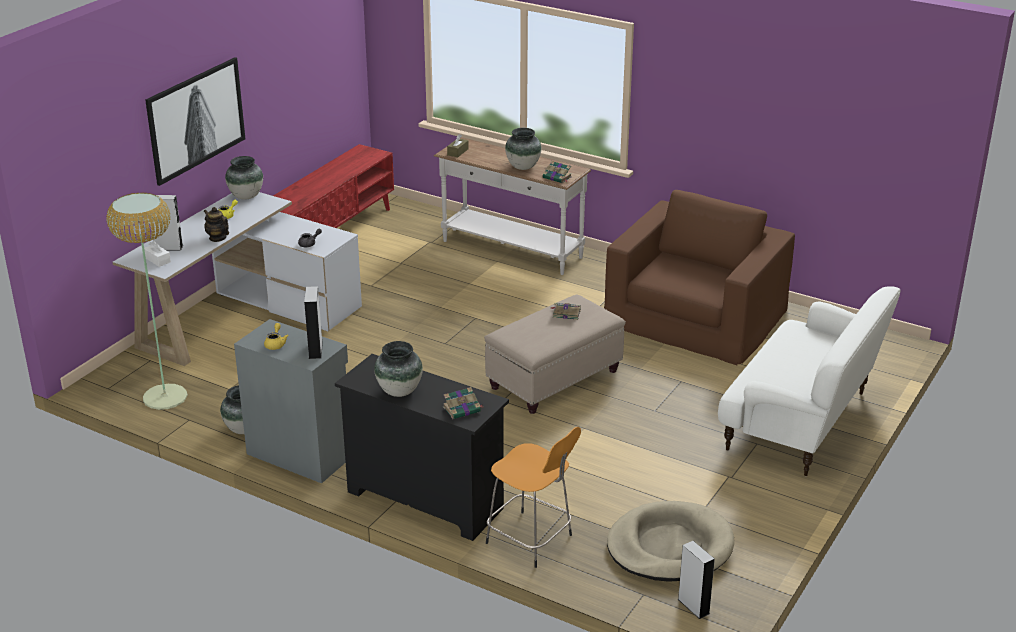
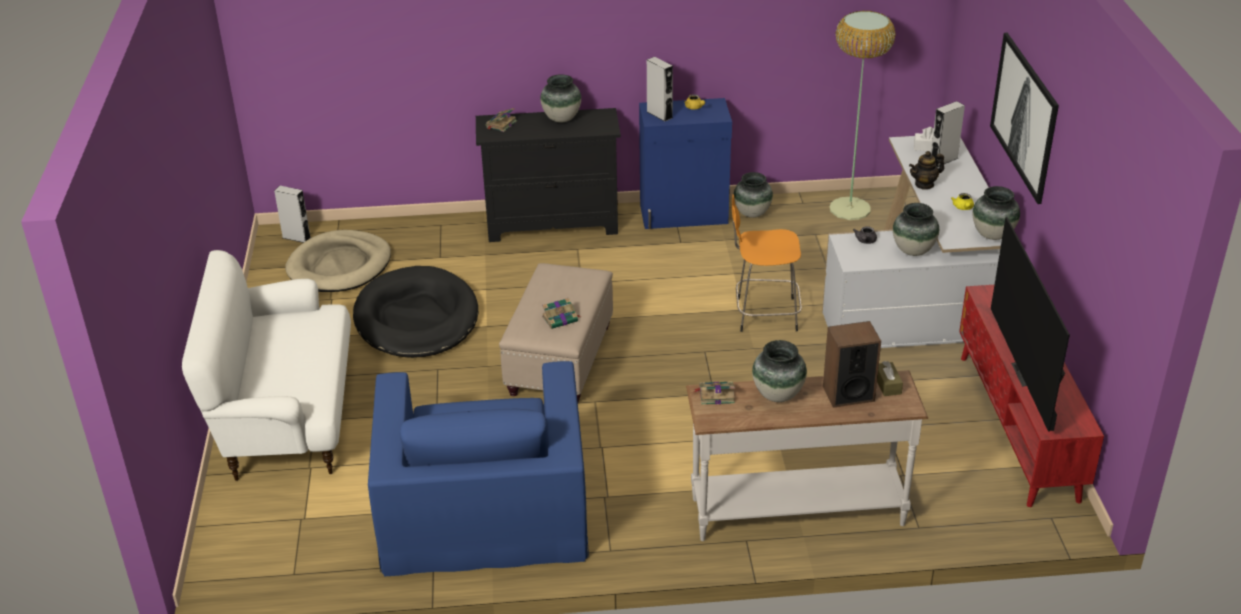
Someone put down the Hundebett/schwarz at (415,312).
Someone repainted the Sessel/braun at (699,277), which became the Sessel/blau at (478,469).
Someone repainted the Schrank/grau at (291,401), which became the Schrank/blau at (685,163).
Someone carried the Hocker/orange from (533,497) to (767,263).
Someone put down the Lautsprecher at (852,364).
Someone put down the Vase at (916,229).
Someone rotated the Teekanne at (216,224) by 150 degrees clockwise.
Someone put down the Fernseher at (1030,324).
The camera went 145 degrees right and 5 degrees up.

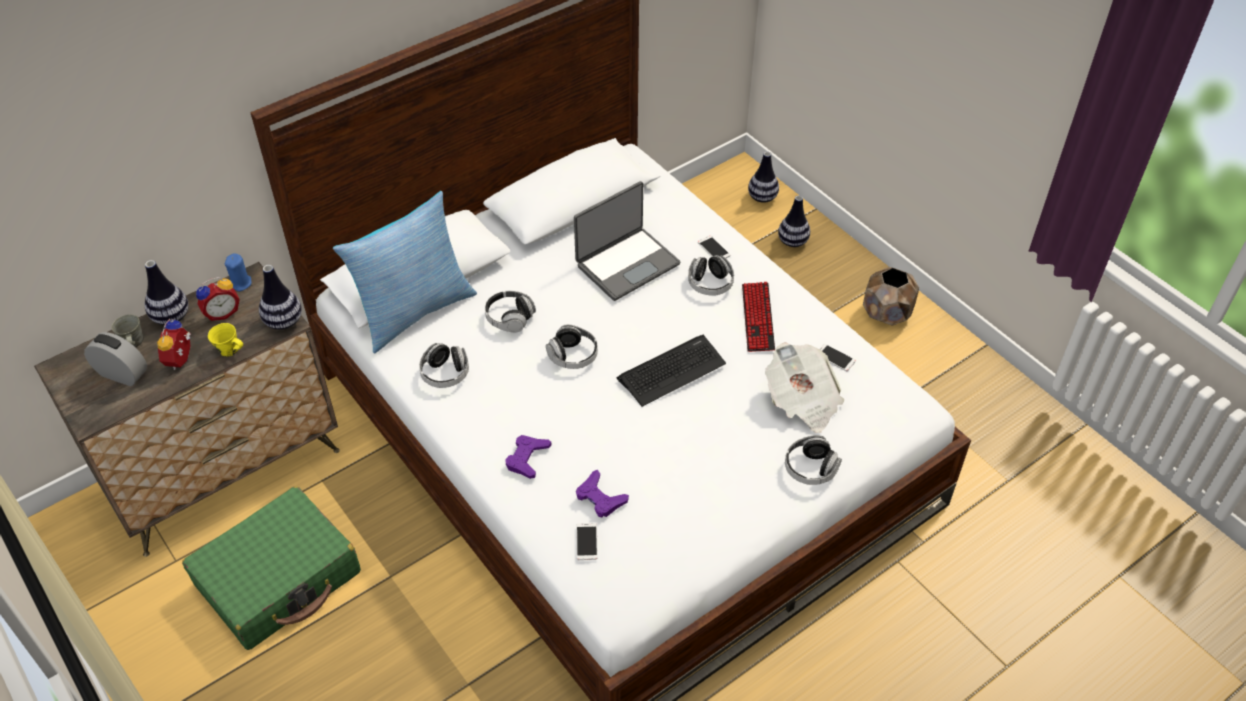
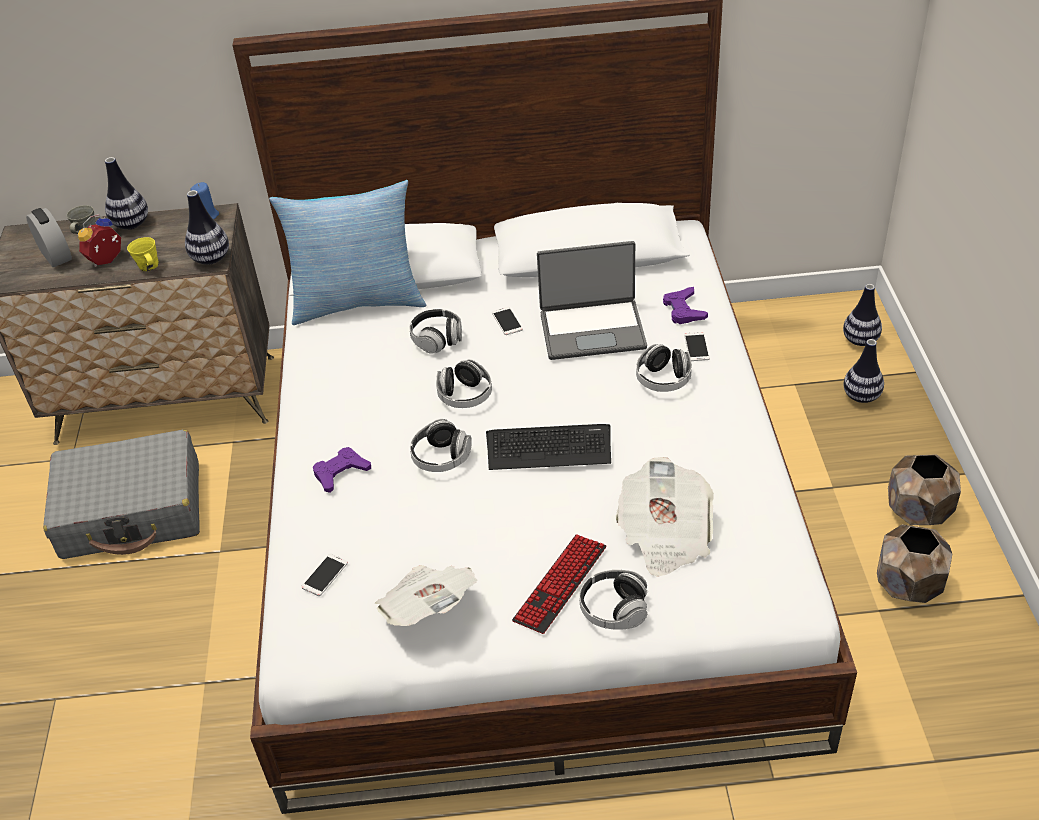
Someone repainted the Koffer/grün at (271,568), which became the Koffer/grau at (121,494).
Someone put down the Zeitung at (426,595).
Someone carried the Kopfhörer from (444,365) to (441,445).
Someone carried the Handy from (837,357) to (507,321).
Someone carried the Tastatur from (758,317) to (559,584).
Someone carried the Gamepad/lila from (602,494) to (685,305).
Someone put down the Pflanzkübel/braun at (914,564).
Someone took away the Wecker at (218,299).
The camera went 35 degrees right and 5 degrees down.

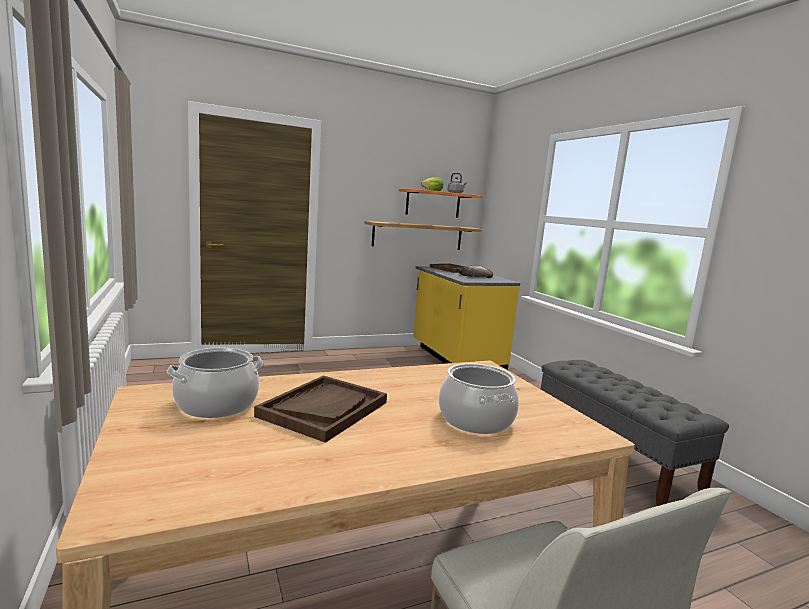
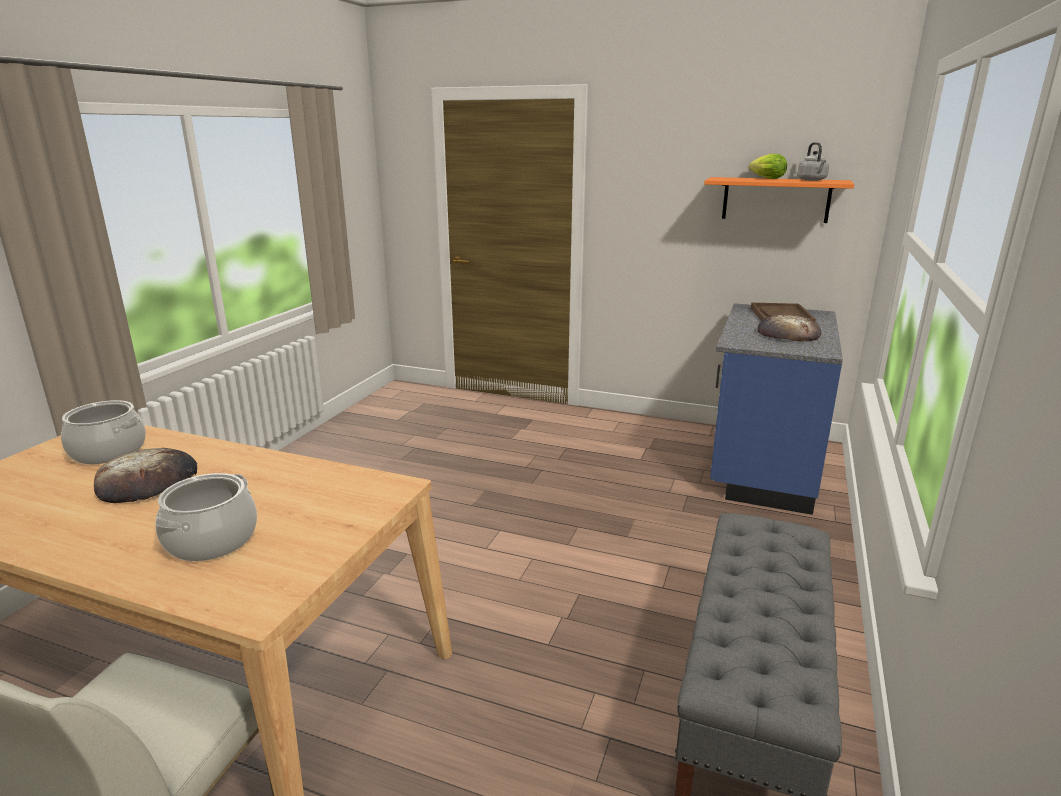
Someone swapped the Tablett/braun at (320,409) for the Brot at (145,475).
Someone repainted the Küchenzeile/gelb at (466,318), which became the Küchenzeile/blau at (776,409).
Someone took away the Wandregal at (423,235).
The camera went 45 degrees right and 10 degrees up.

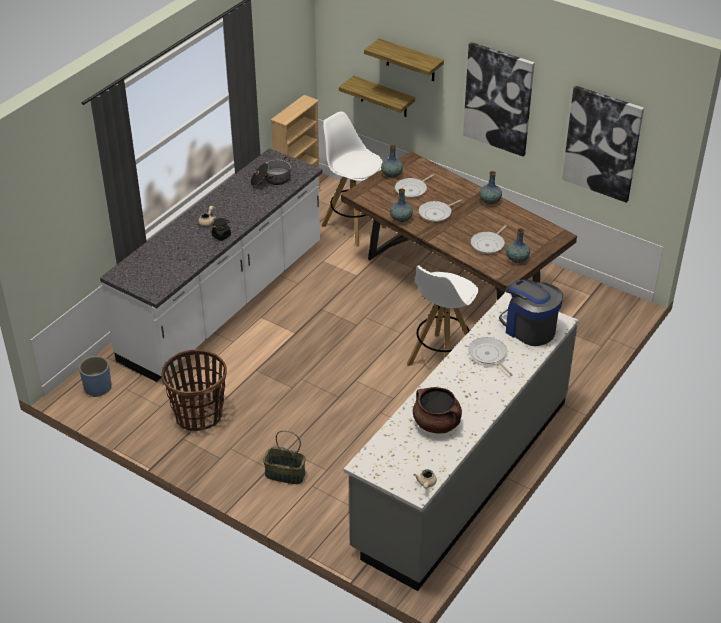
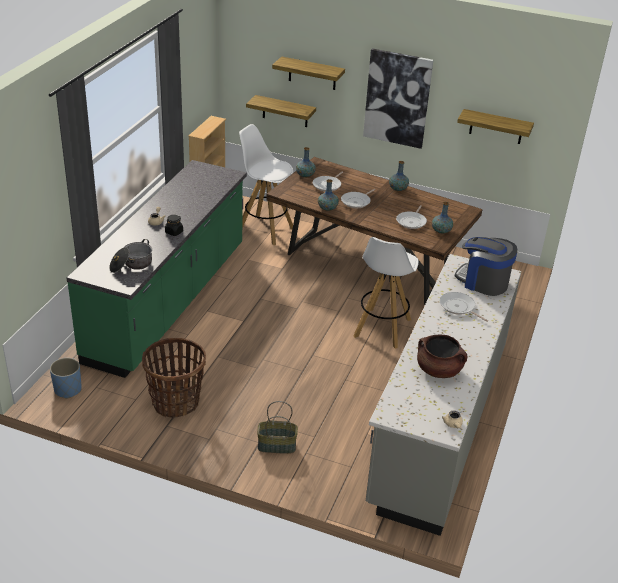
Someone repainted the Küchenzeile/weiß at (211,265), which became the Küchenzeile/grün at (157,269).
Someone carried the Kochtopf from (270,171) to (130,256).
Someone swapped the Bild at (603,144) for the Wandregal at (495,126).
The camera went 15 degrees left and 5 degrees down.

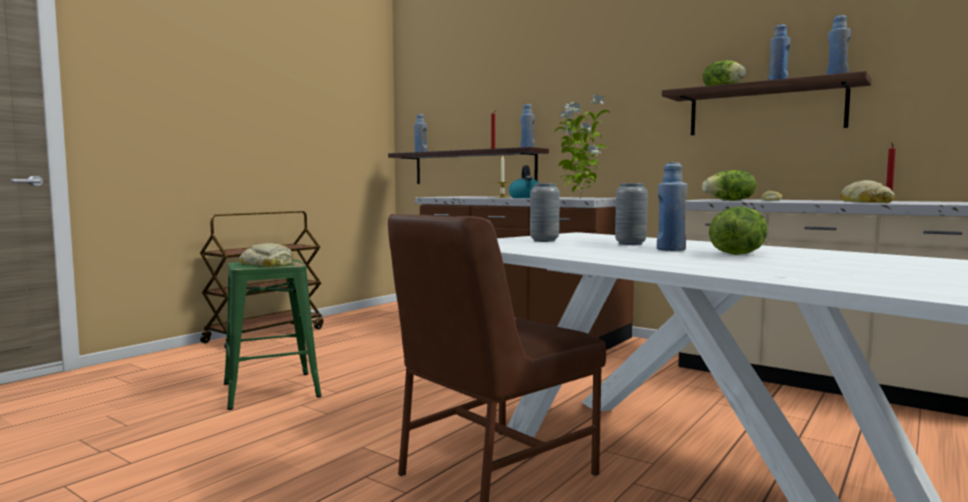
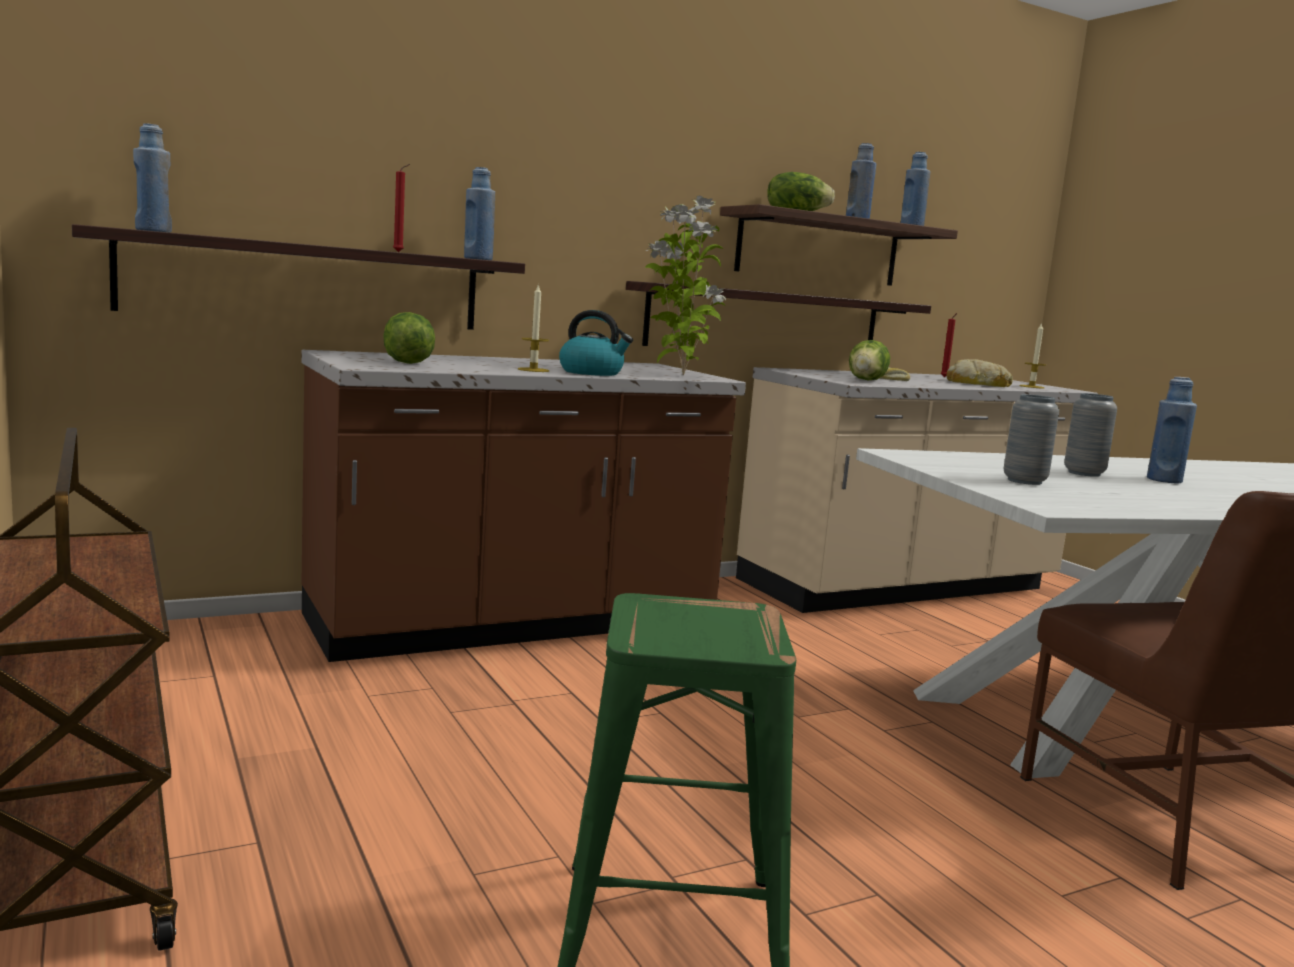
Someone carried the Salatkopf from (738,230) to (409,338).
Someone put up the Wandregal at (778,313).
Someone put down the Kerze at (1032,355).
Someone took away the Brot at (267,255).
The camera went 65 degrees left and 5 degrees up.

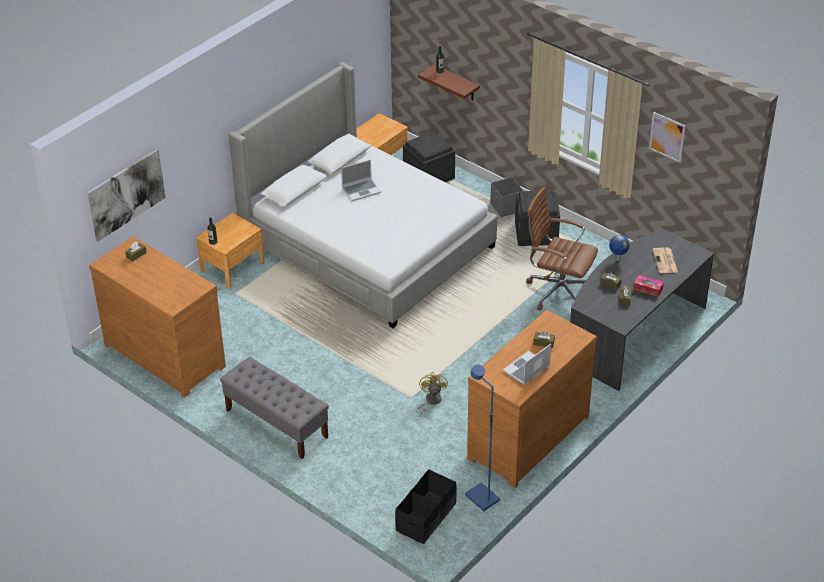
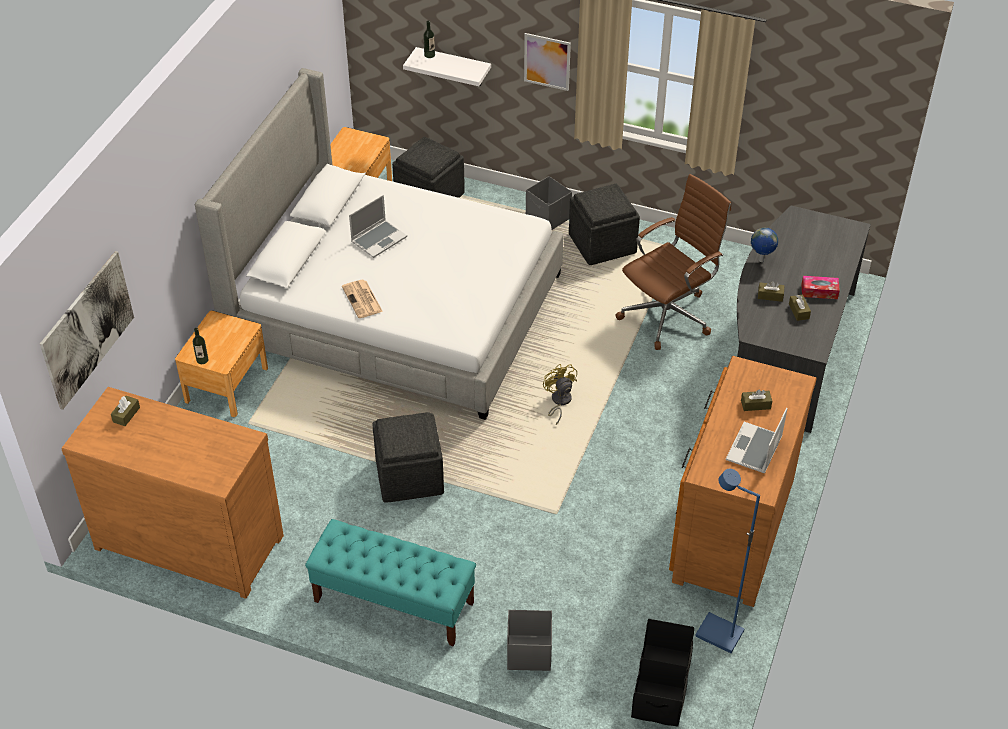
Someone repainted the Bank/grau at (274,408), which became the Bank/türkis at (390,583).
Someone carried the Zeitung from (665,260) to (362,299).
Someone put down the Polsterhocker/grau at (408,457).
Someone repainted the Wandregal/braun at (449,82), which became the Wandregal/weiß at (447,66).
Someone put down the Aufbewahrungsbox/grau at (529,640).
Someone carried the Bild from (667,137) to (547,62).
Someone carried the Ventilator/gelb from (433,394) to (560,394).
Someone rotated the Bürostuhl/braun at (562,249) by 135 degrees clockwise.
The camera went 20 degrees left and 5 degrees up.

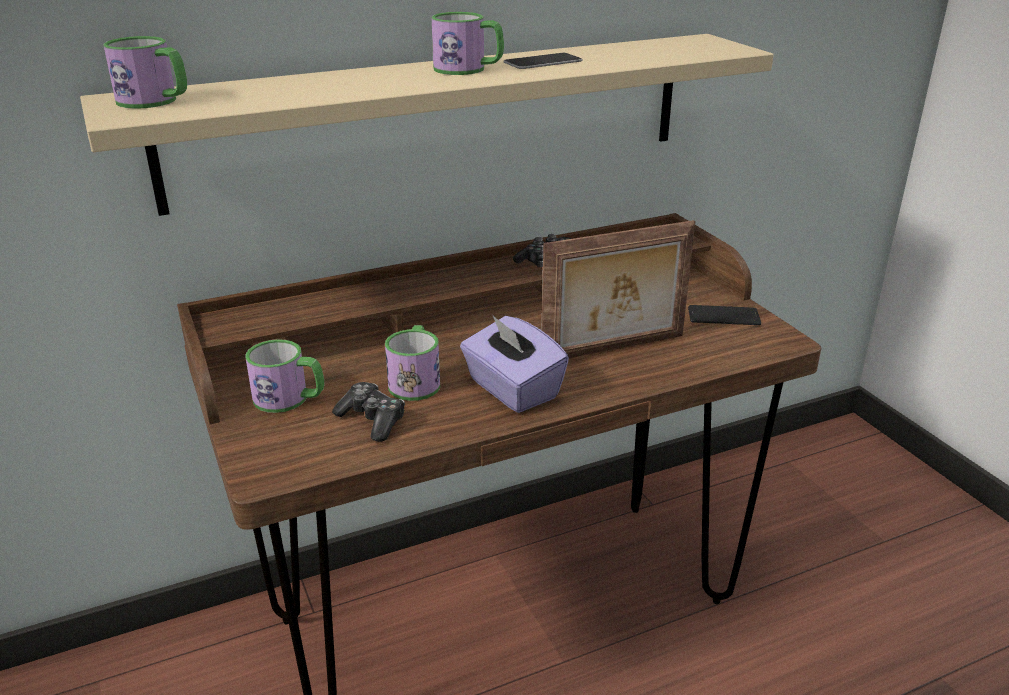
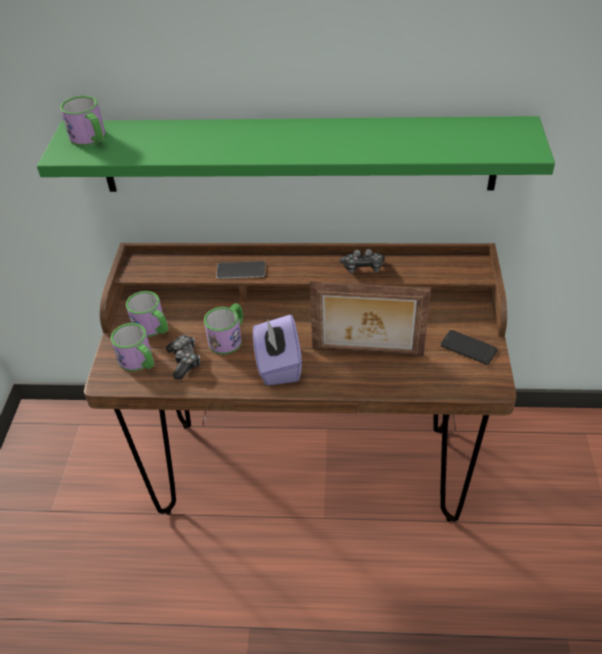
Someone repainted the Wandregal/beige at (427,125), which became the Wandregal/grün at (296,154).
Someone carried the Henkelbecher from (468,43) to (132,347).
Someone carried the Handy from (543,61) to (240,270).
The camera went 30 degrees right and 15 degrees up.

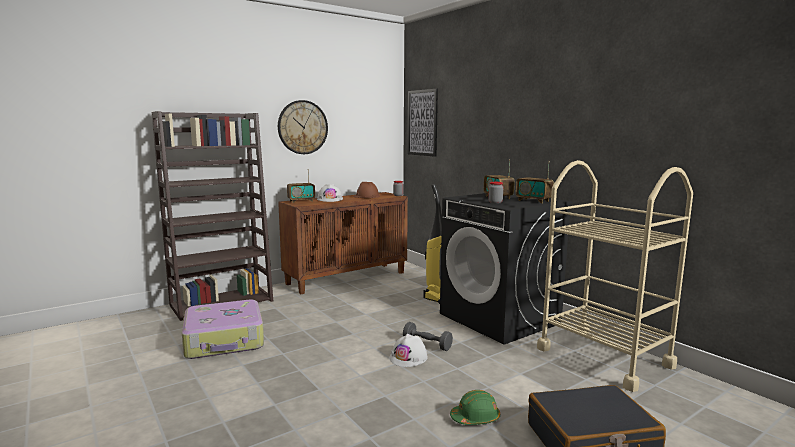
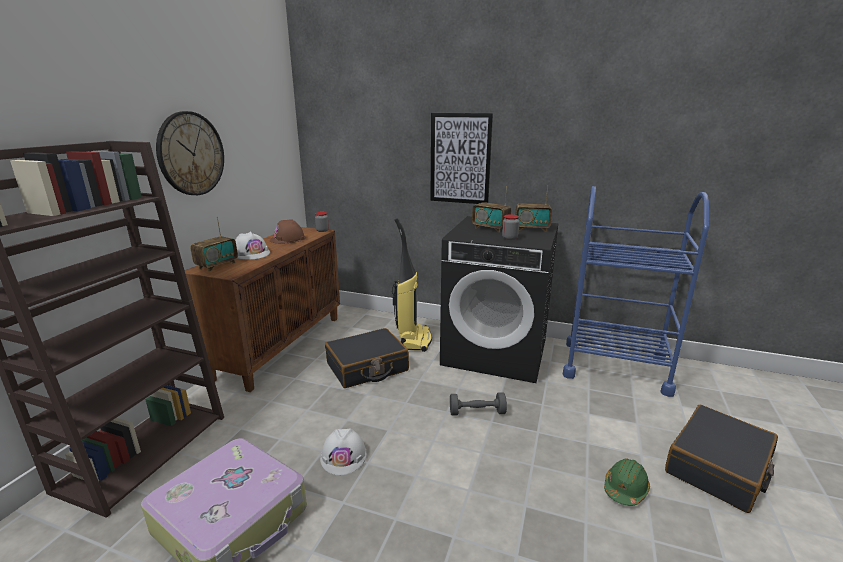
Someone carried the Schutzhelm/weiß from (408,350) to (343,452).
Someone put down the Koffer/schwarz at (367,358).
Someone carried the Bild from (423,123) to (461,158).
Someone repainted the Rollwagen/beige at (615,276), which became the Rollwagen/blau at (636,291).
The camera went 35 degrees left and 10 degrees up.

